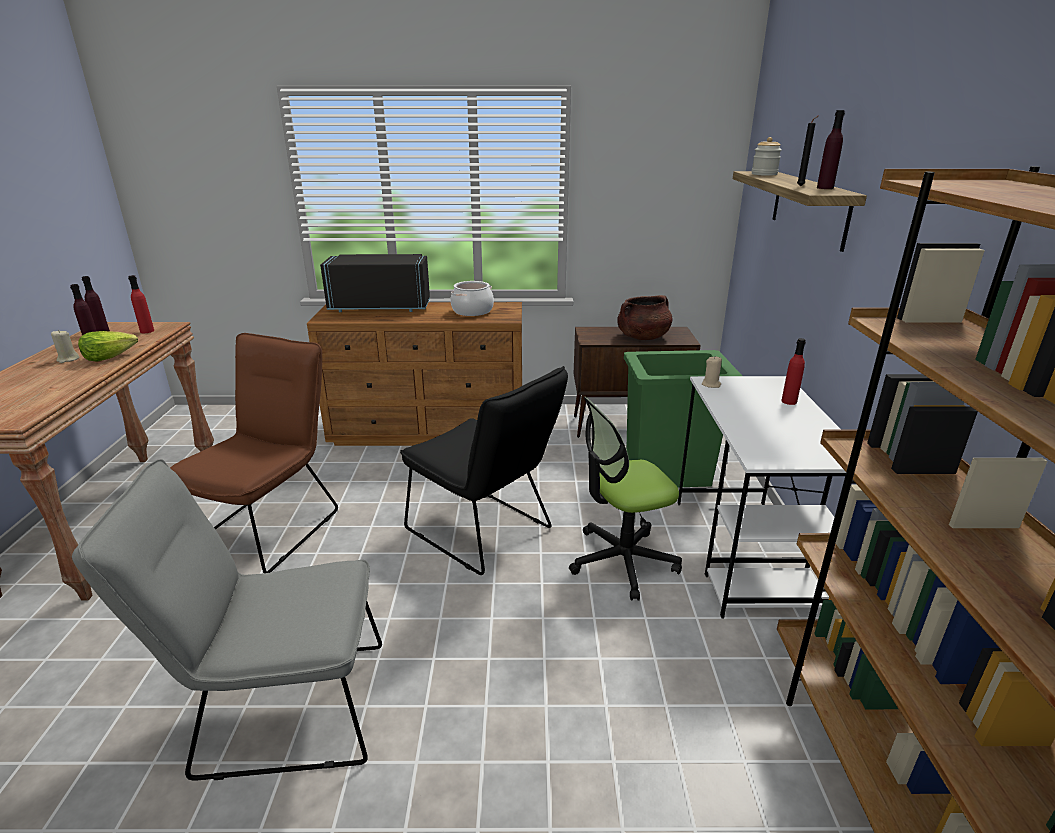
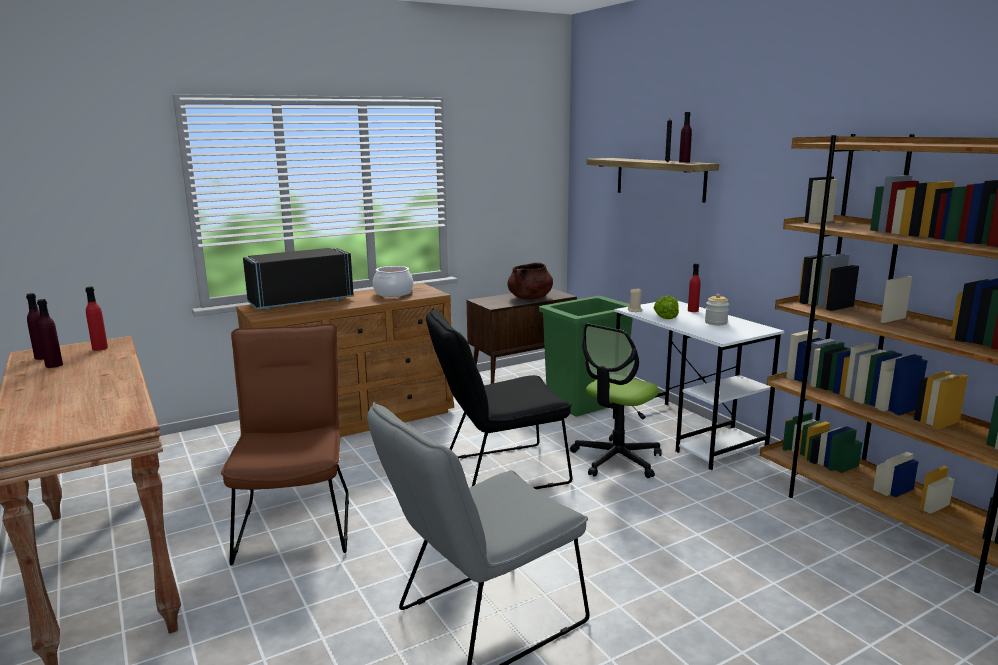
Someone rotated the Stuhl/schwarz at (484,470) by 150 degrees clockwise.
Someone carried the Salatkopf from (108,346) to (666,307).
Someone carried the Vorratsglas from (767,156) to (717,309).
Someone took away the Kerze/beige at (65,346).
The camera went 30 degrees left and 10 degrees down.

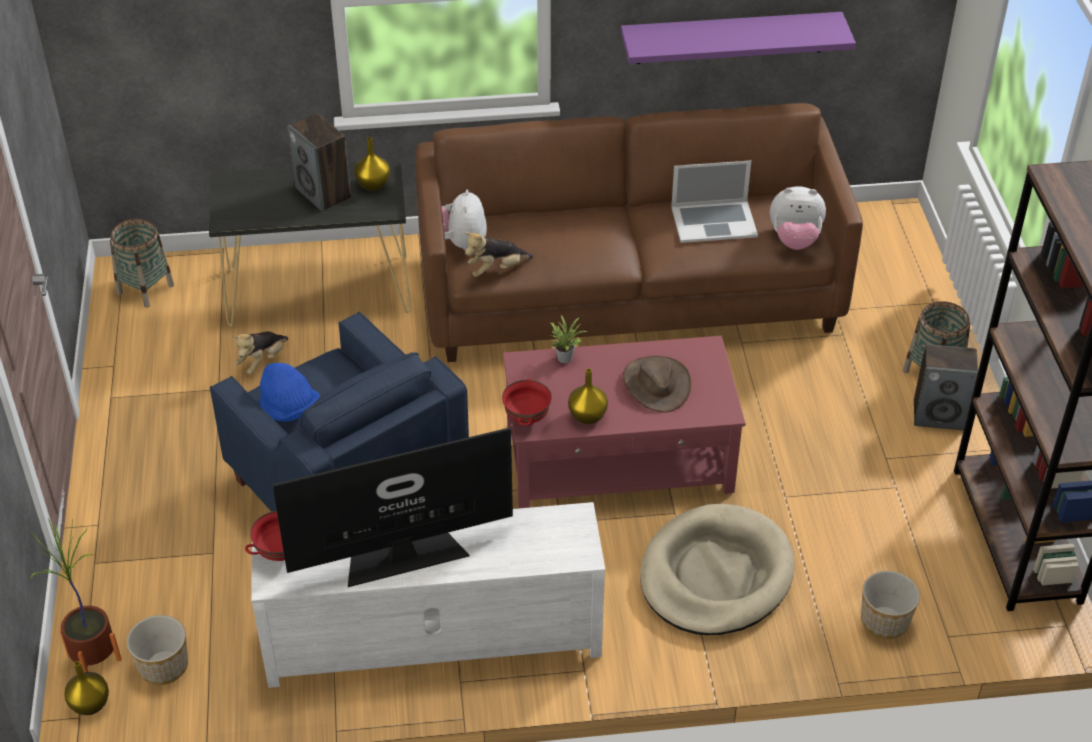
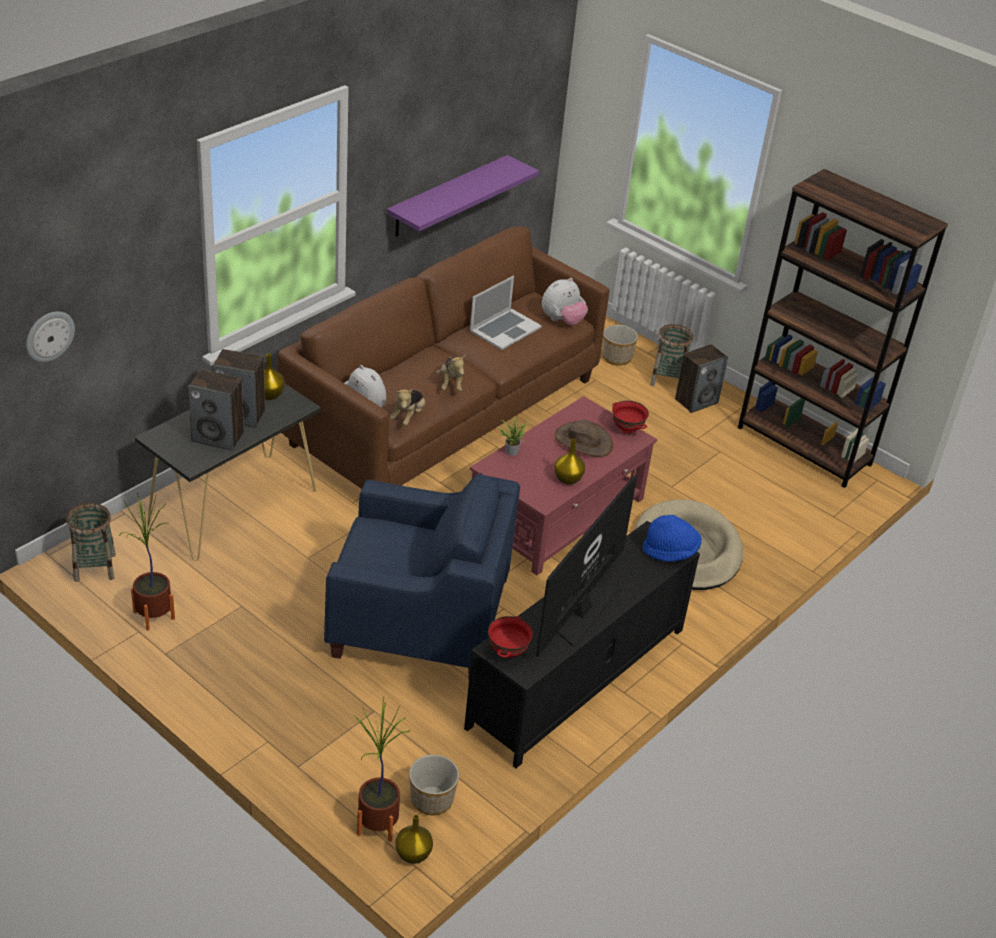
Someone put up the Wanduhr at (50,337).
Someone put down the Topfpflanze at (147,561).
Someone put down the Lautsprecher at (216,410).
Someone carried the Plüschtier from (260,352) to (450,373).
Someone repainted the Fernsehschrank/weiß at (428,595), which became the Fernsehschrank/schwarz at (582,644).
Someone carried the Pflanzkübel from (890,605) to (620,345).
Someone carried the Schüssel/rot from (527,402) to (630,417).
Someone carried the Hut/blau from (290,392) to (672,538).
The camera went 45 degrees left and 5 degrees down.

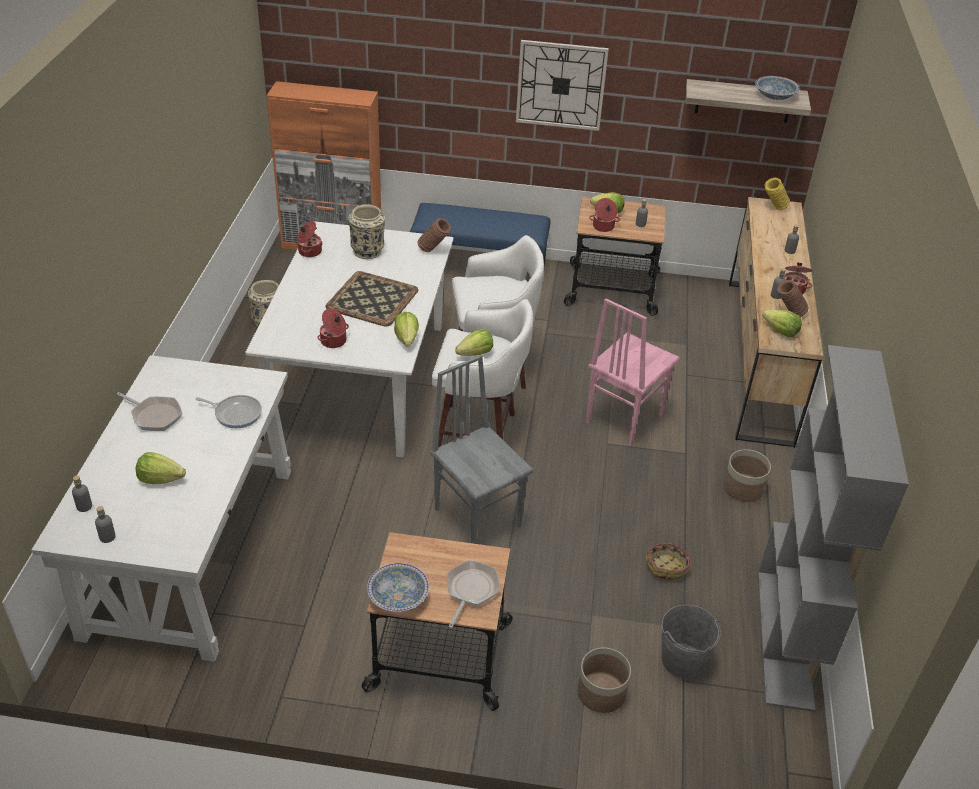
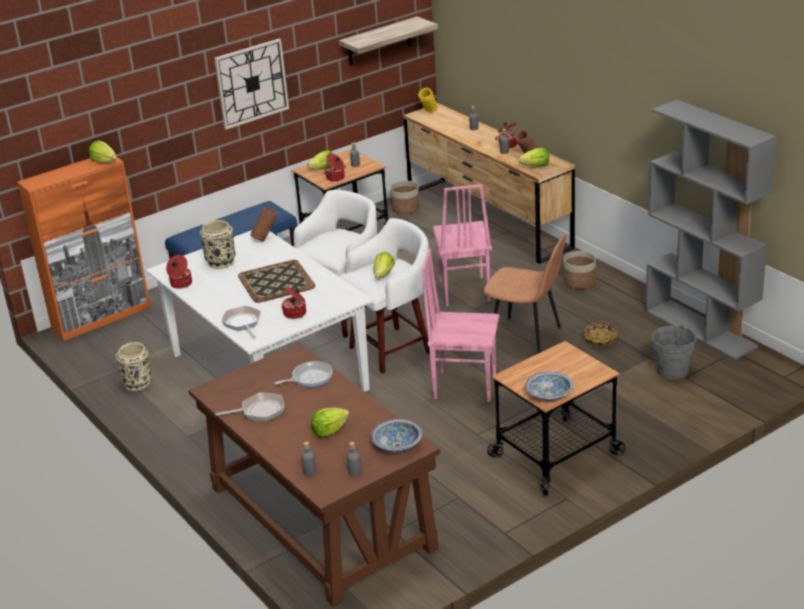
Someone carried the Salatkopf from (406,329) to (103,152).
Someone repainted the Schreibtisch/weiß at (161,508), which became the Schreibtisch/braun at (315,475).
Someone carried the Pfanne from (473,594) to (241,322).
Someone carried the Schüssel from (777,88) to (396,436).
Someone carried the Pflanzkübel from (604,680) to (405,197).
Someone repainted the Stuhl/grau at (481,449), which became the Stuhl/rosa at (460,325).
Someone put down the Stuhl/braun at (525,294).
The camera went 40 degrees left and 10 degrees down.

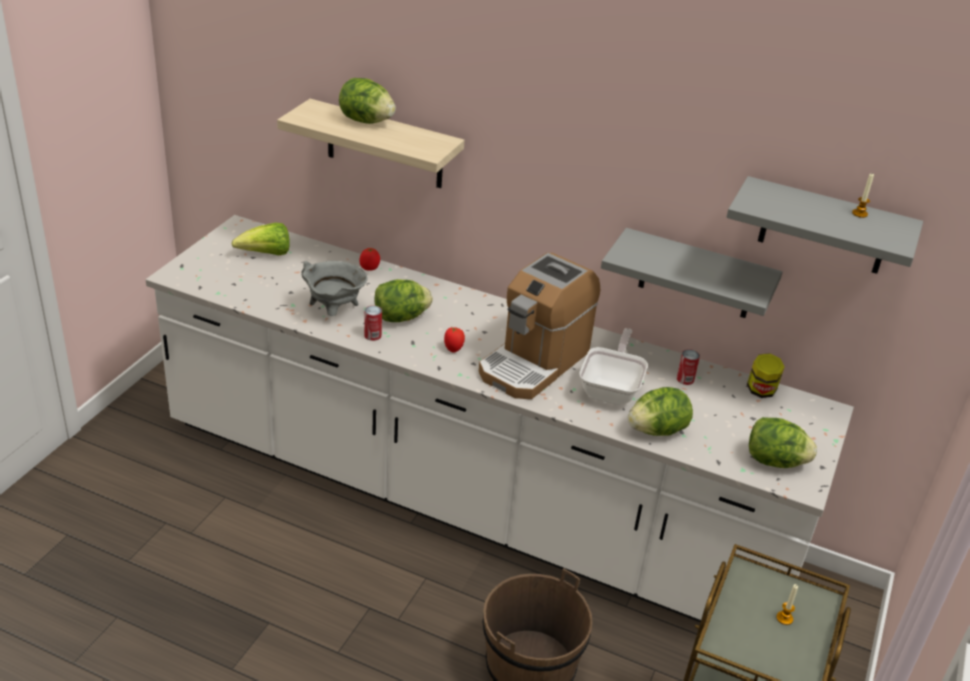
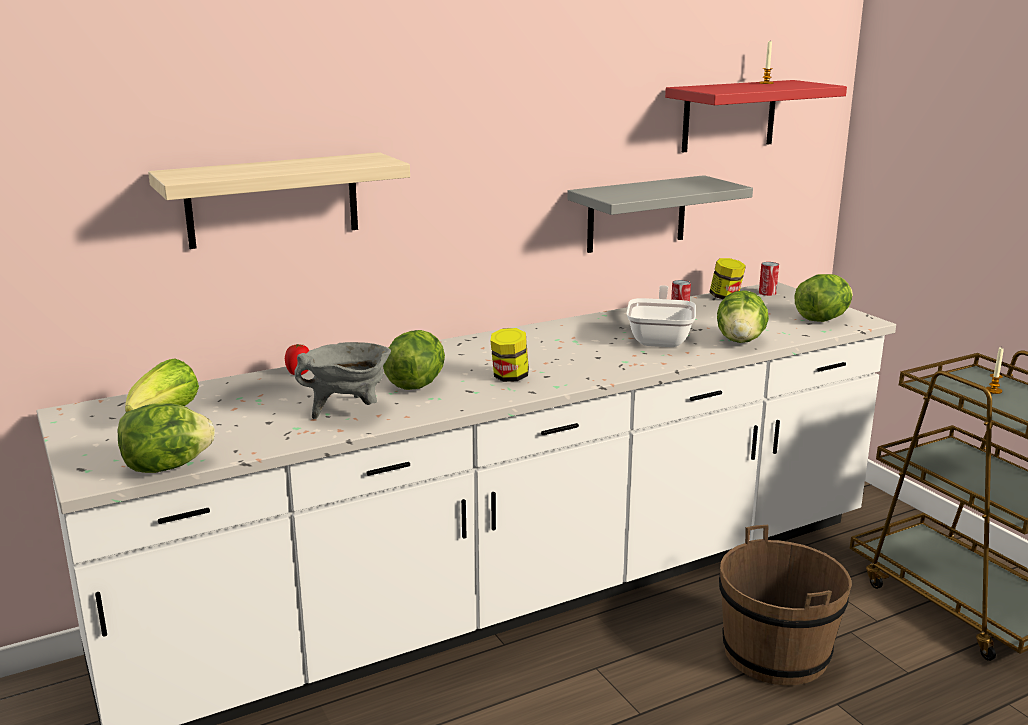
Someone carried the Salatkopf from (367,101) to (166,438).
Someone swapped the Tomate at (454,340) for the Vorratsglas at (509,355).
Someone rotated the Pfanne at (613,366) by 45 degrees clockwise.
Someone repainted the Wandregal/grau at (824,225), which became the Wandregal/rot at (756,116).
Someone carried the Dose from (373,323) to (769,279).
Someone took away the Kaffeemaschine at (539,326).
The camera went 50 degrees left and 15 degrees down.

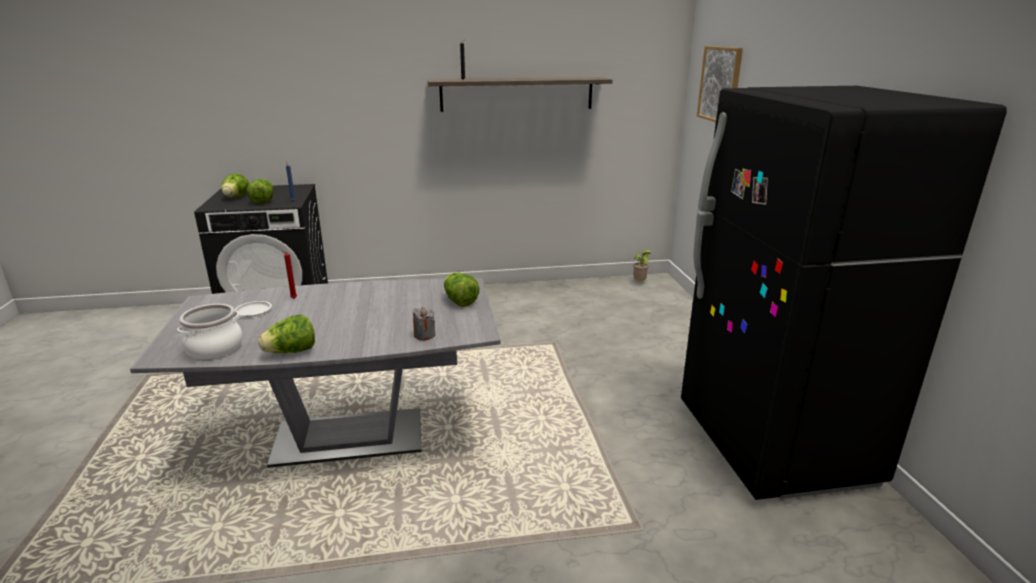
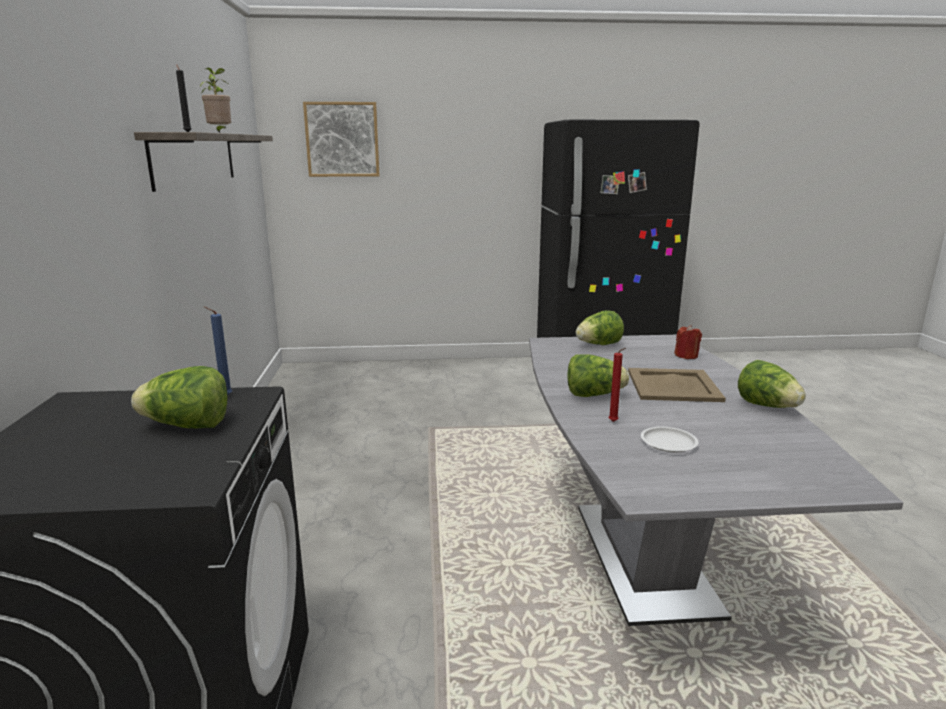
Someone carried the Topfpflanze from (642,265) to (215,100).
Someone carried the Salatkopf from (235,185) to (598,375).
Someone put down the Tablett/beige at (677,385).
Someone repainted the Kerze/grau at (424,323), which became the Kerze/rot at (688,342).
Someone took away the Kochtopf at (210,331).
The camera went 85 degrees left and 5 degrees down.

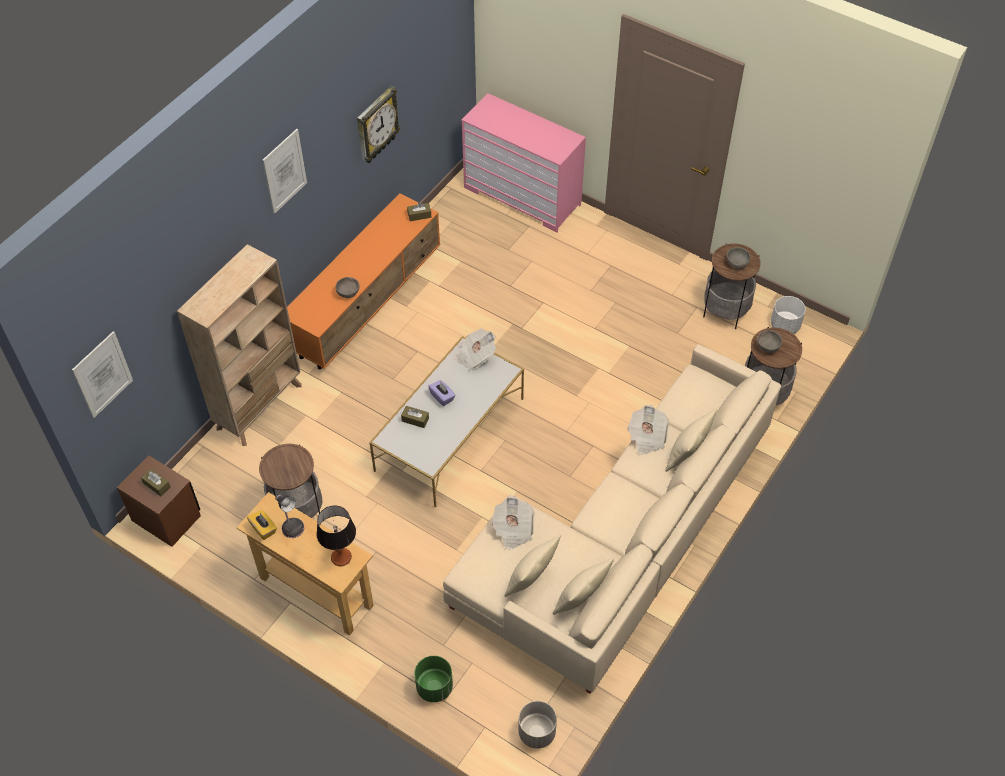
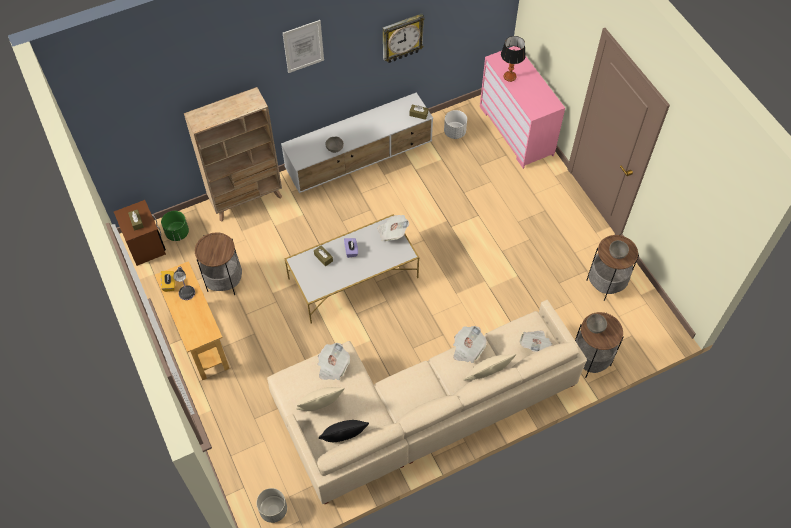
Someone carried the Pflanzkübel/grün from (434,679) to (175,226).
Someone repainted the Fernsehschrank/orange at (363,281), which became the Fernsehschrank/weiß at (357,142).
Someone repainted the Kissen/beige at (583,586), which became the Kissen/schwarz at (344,431).
Someone carried the Pflanzkübel/weiß from (788,315) to (455,124).
Someone carried the Tischlampe from (336,535) to (513,59).
Someone put down the Zeitung at (535,341).
Someone took away the Bild at (102,374).
The camera went 30 degrees right and 5 degrees up.

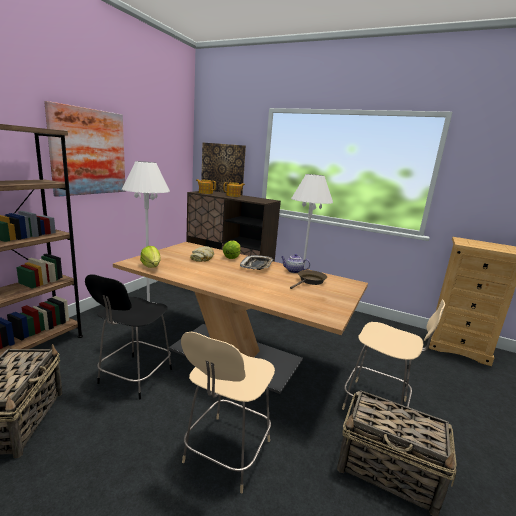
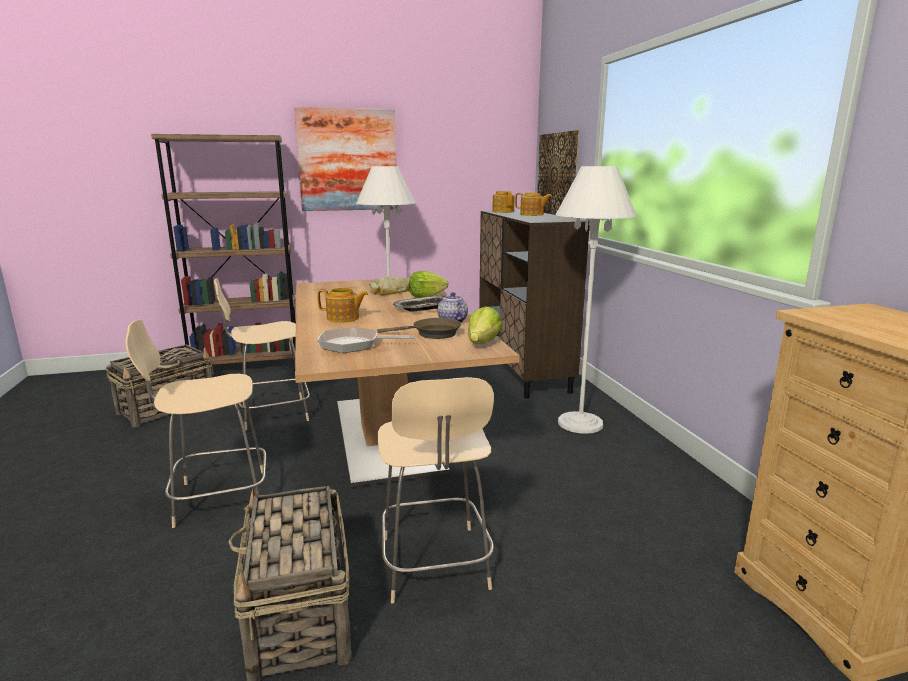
Someone repainted the Stuhl/schwarz at (128,337), which became the Stuhl/beige at (262,354).
Someone put down the Teekanne at (342,305).
Someone put down the Pfanne at (365,340).
Someone carried the Salatkopf from (150,257) to (485,325).
The camera went 50 degrees right and 0 degrees up.

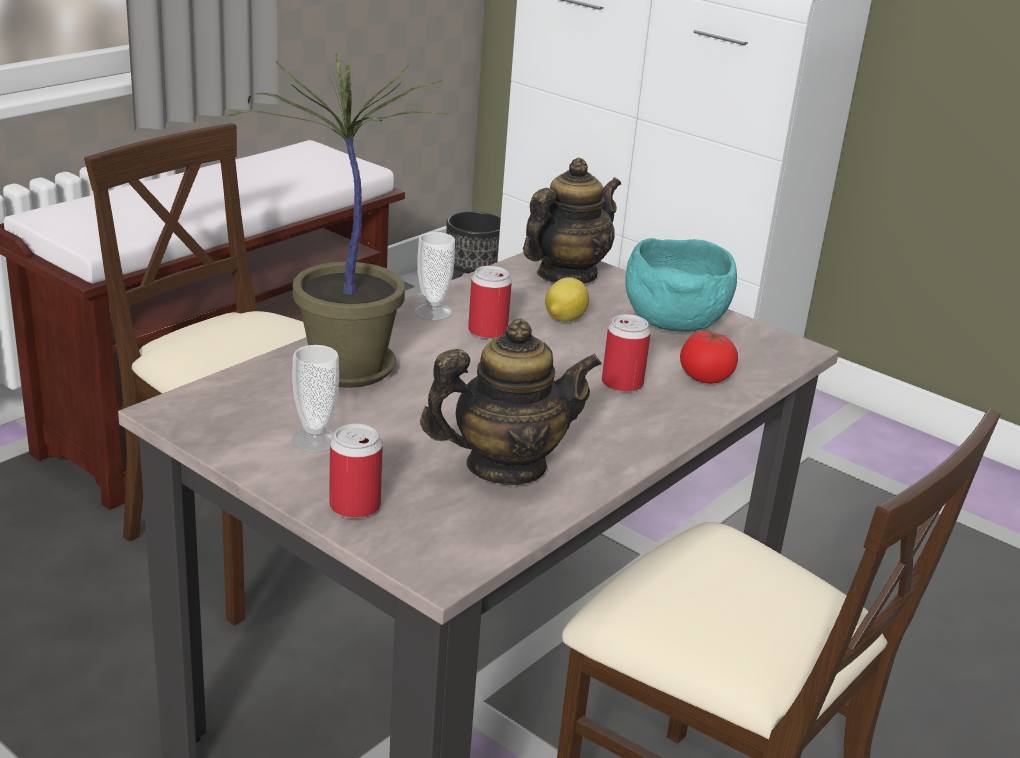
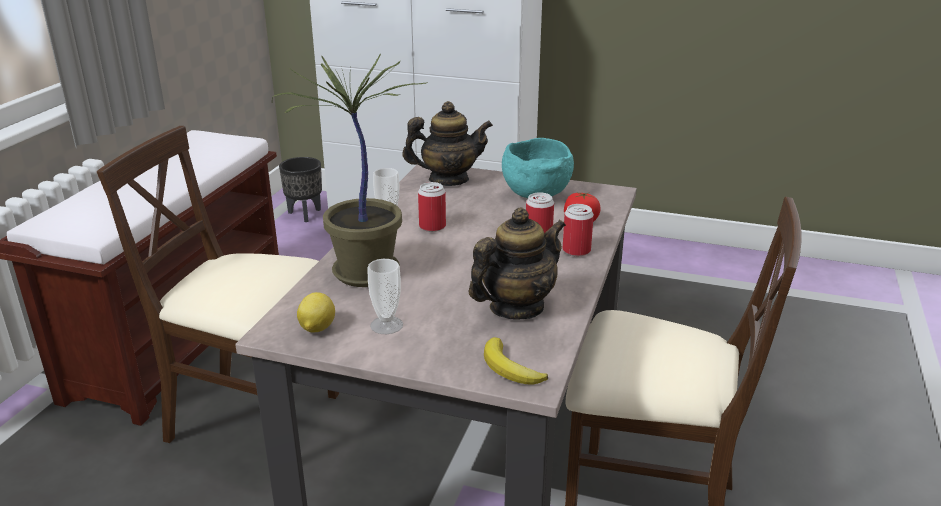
Someone carried the Zitrone from (567,299) to (316,312).
Someone rotated the Teekanne at (572,221) by 60 degrees clockwise.
Someone put down the Banane at (516,361).
Someone carried the Dose from (356,471) to (578,230).
The camera went 20 degrees left and 0 degrees up.

